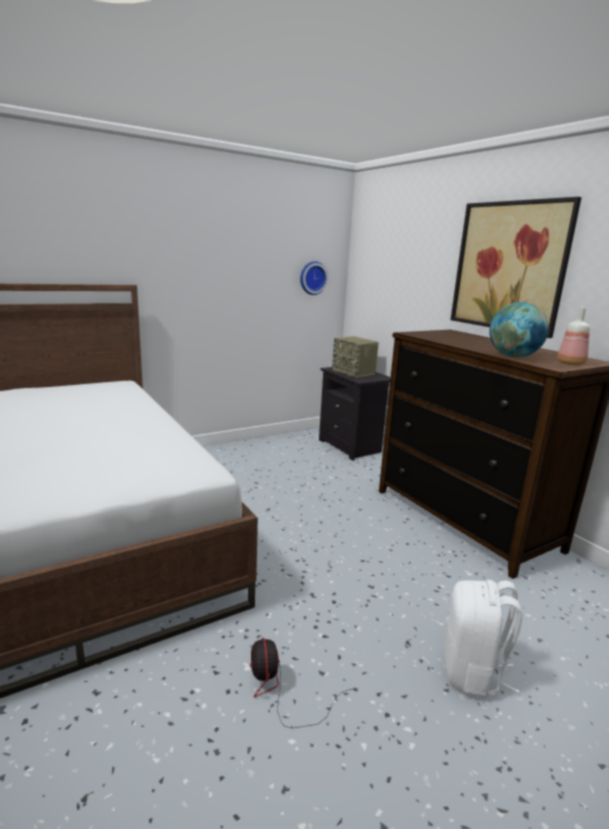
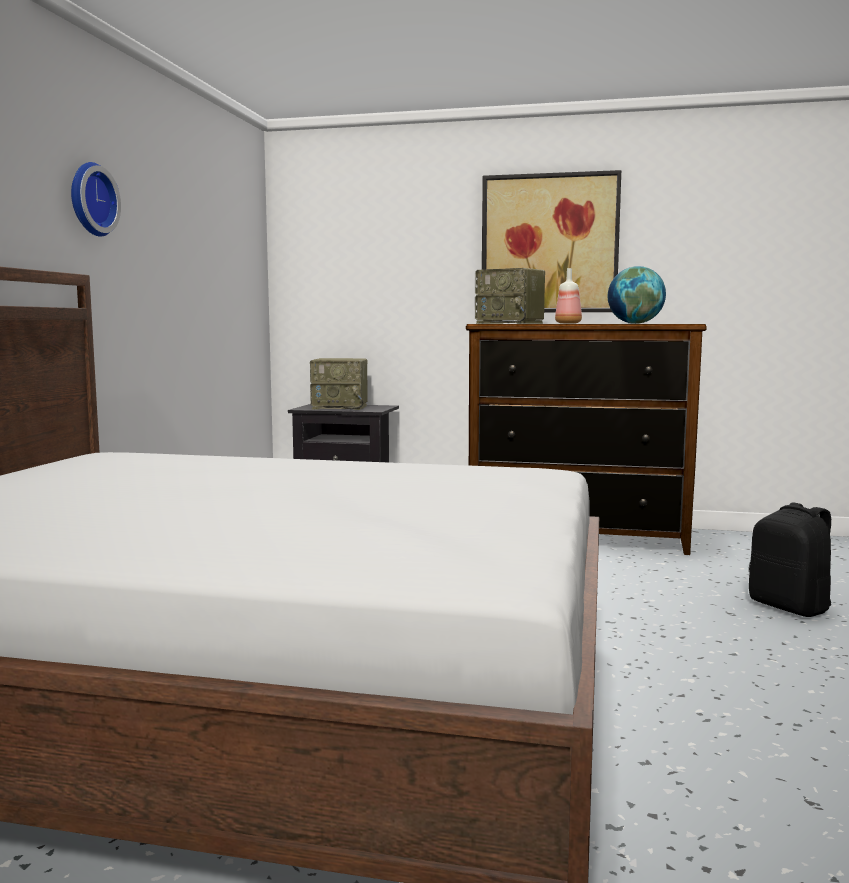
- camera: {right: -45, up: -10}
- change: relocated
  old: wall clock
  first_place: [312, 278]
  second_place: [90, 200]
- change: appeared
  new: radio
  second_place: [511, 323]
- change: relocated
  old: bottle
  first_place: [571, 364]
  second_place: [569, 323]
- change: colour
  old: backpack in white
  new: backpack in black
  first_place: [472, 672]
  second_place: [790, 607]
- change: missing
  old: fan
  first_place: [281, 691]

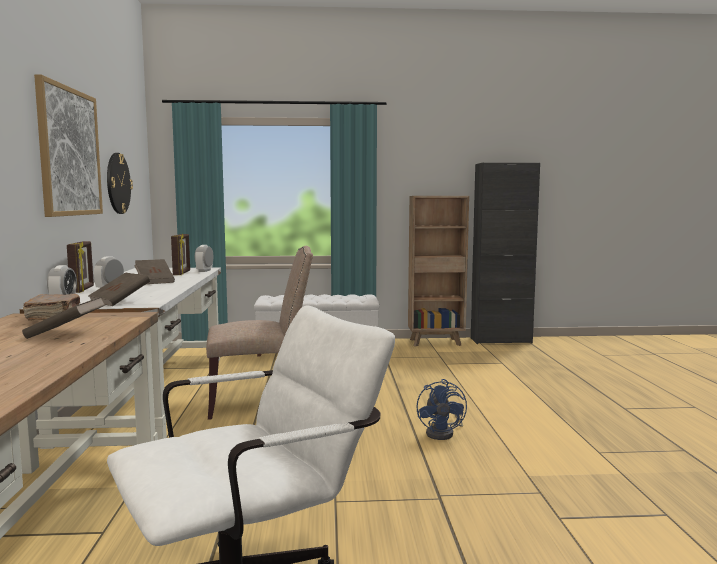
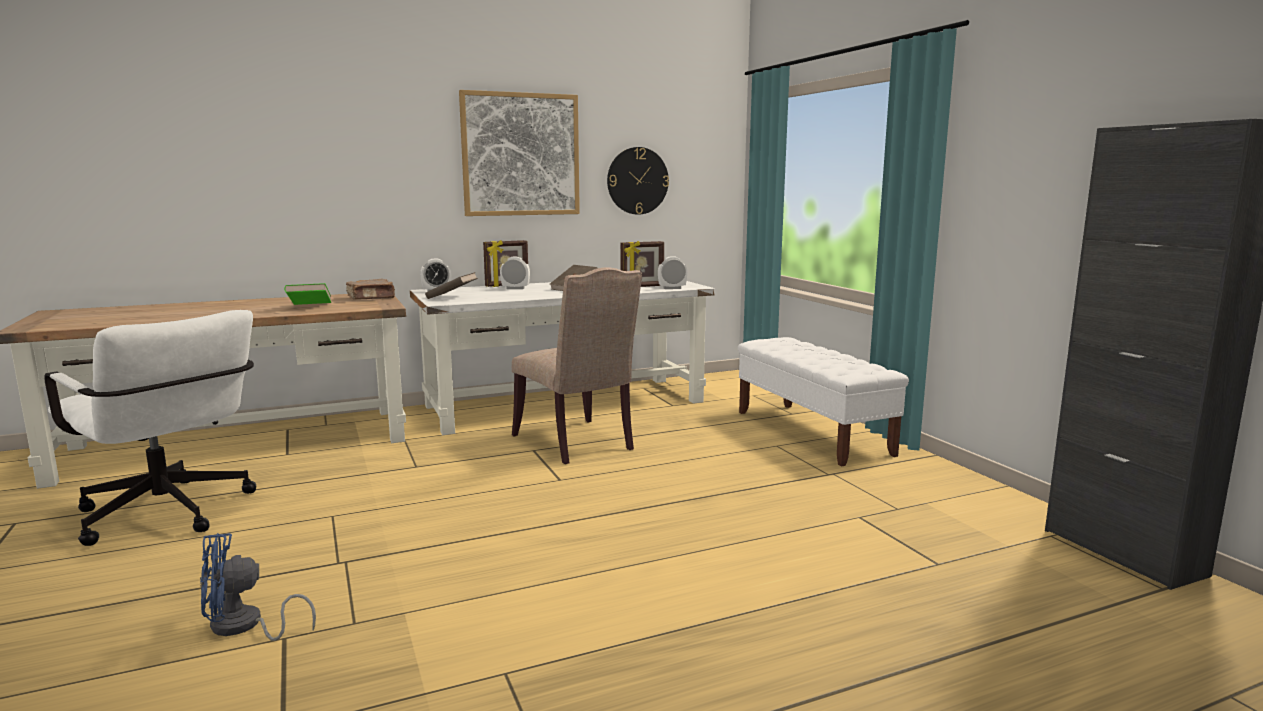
- camera: {right: 70, up: 5}
- change: relocated
  old: fan in blue
  first_place: [443, 433]
  second_place: [244, 627]
- change: colour
  old: book in brown
  new: book in green
  first_place: [66, 334]
  second_place: [309, 307]
- change: missing
  old: bookcase in brown
  first_place: [436, 342]

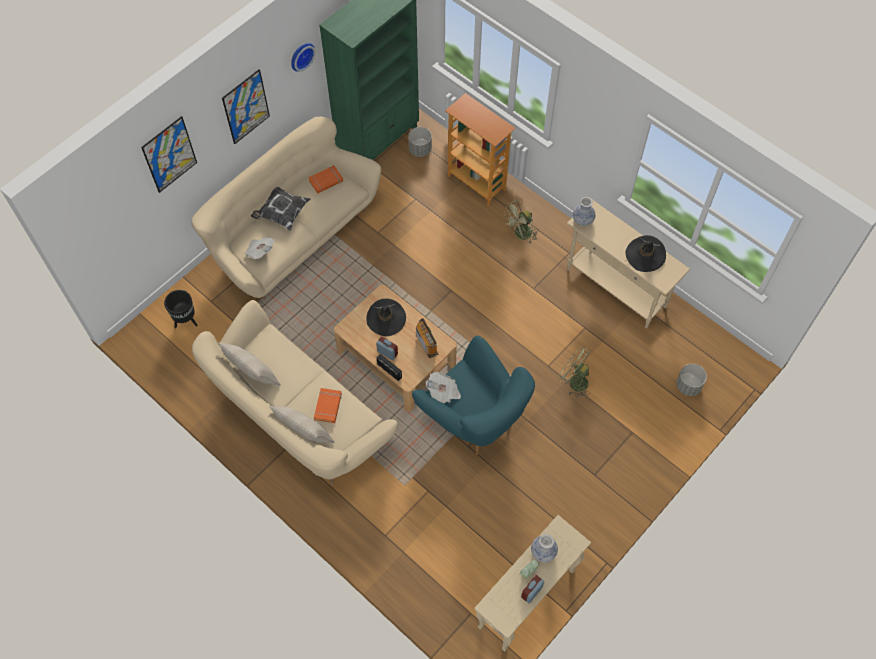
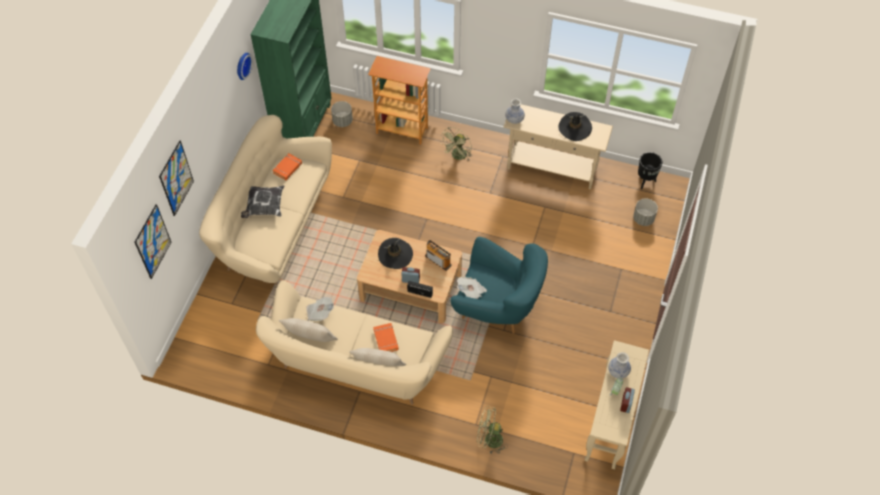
- camera: {right: -25, up: -5}
- change: relocated
  old: picture
  first_place: [246, 107]
  second_place: [153, 242]
- change: relocated
  old: newspaper
  first_place: [260, 251]
  second_place: [320, 313]
- change: relocated
  old: fan in green
  first_place: [574, 381]
  second_place: [489, 440]
- change: relocated
  old: planter in black
  first_place: [185, 321]
  second_place: [645, 181]

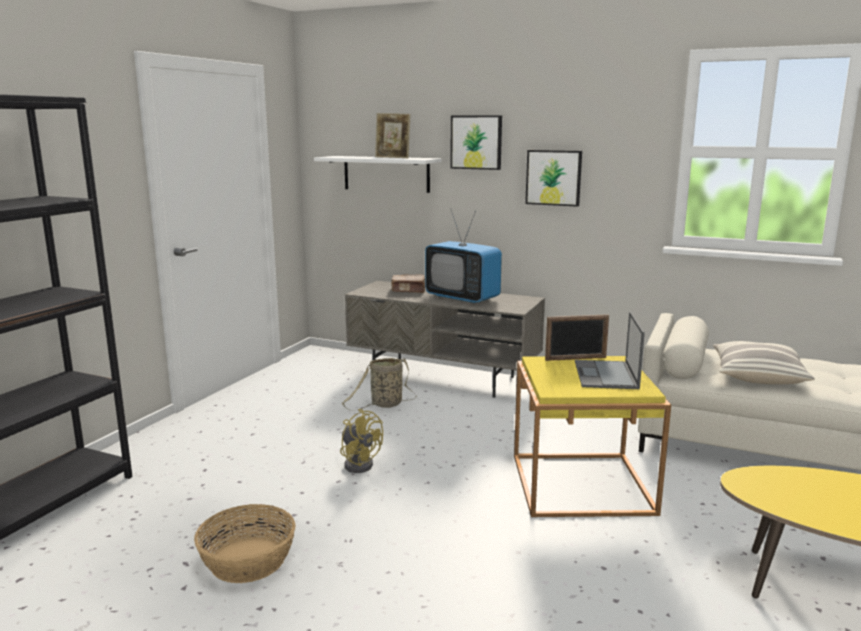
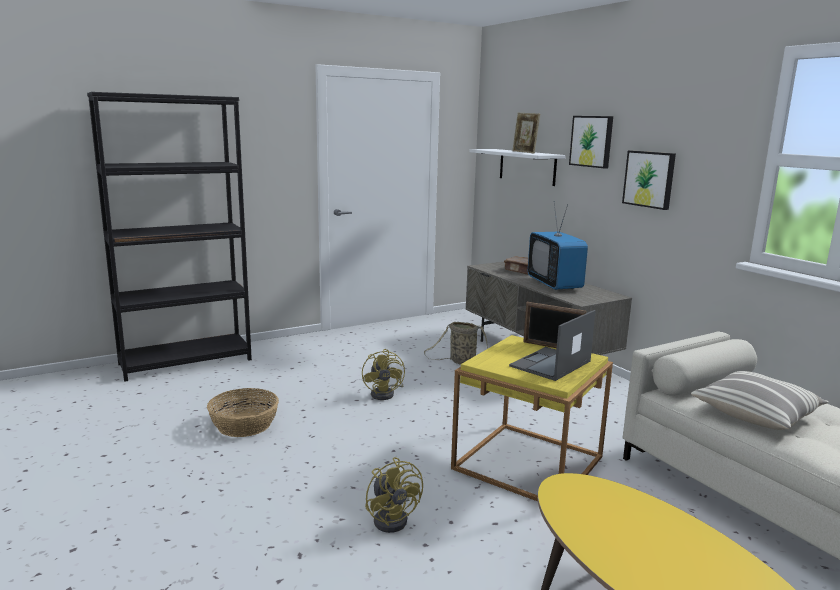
- camera: {right: 35, up: 0}
- change: appeared
  new: fan in yellow
  second_place: [393, 518]

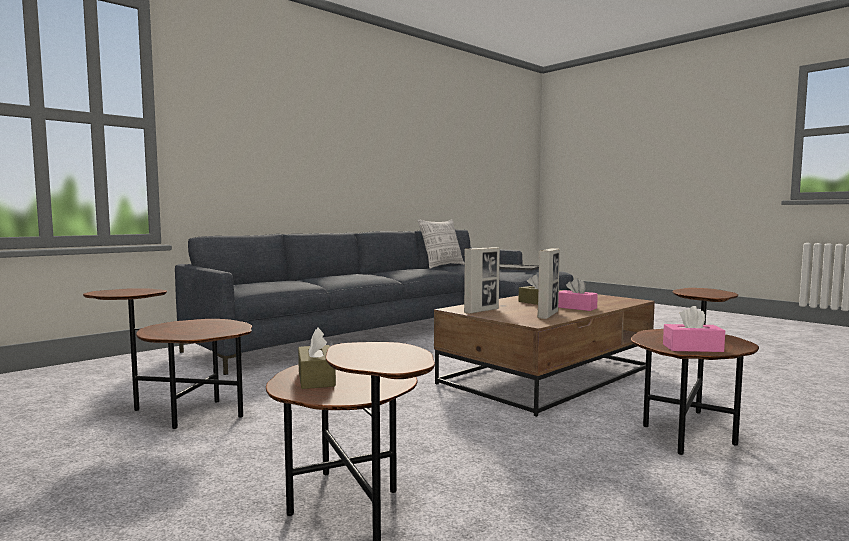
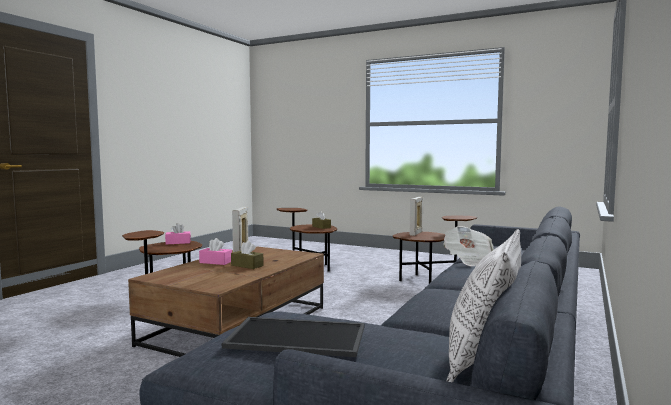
- camera: {right: 160, up: 0}
- change: relocated
  old: picture frame
  first_place: [481, 311]
  second_place: [416, 233]
- change: appeared
  new: newspaper
  second_place: [468, 260]

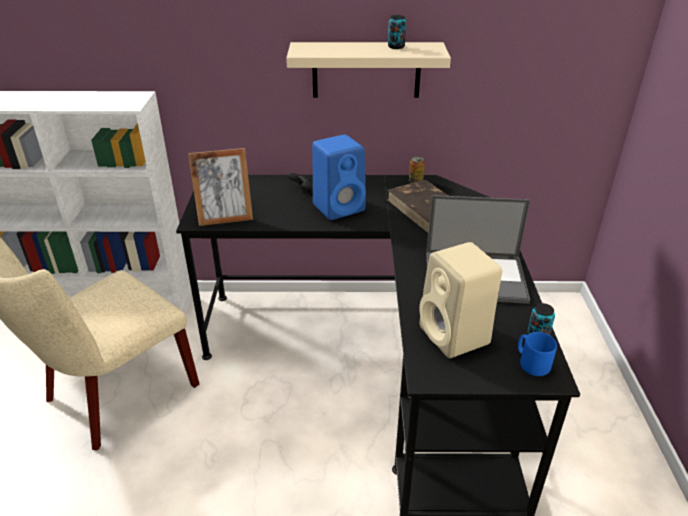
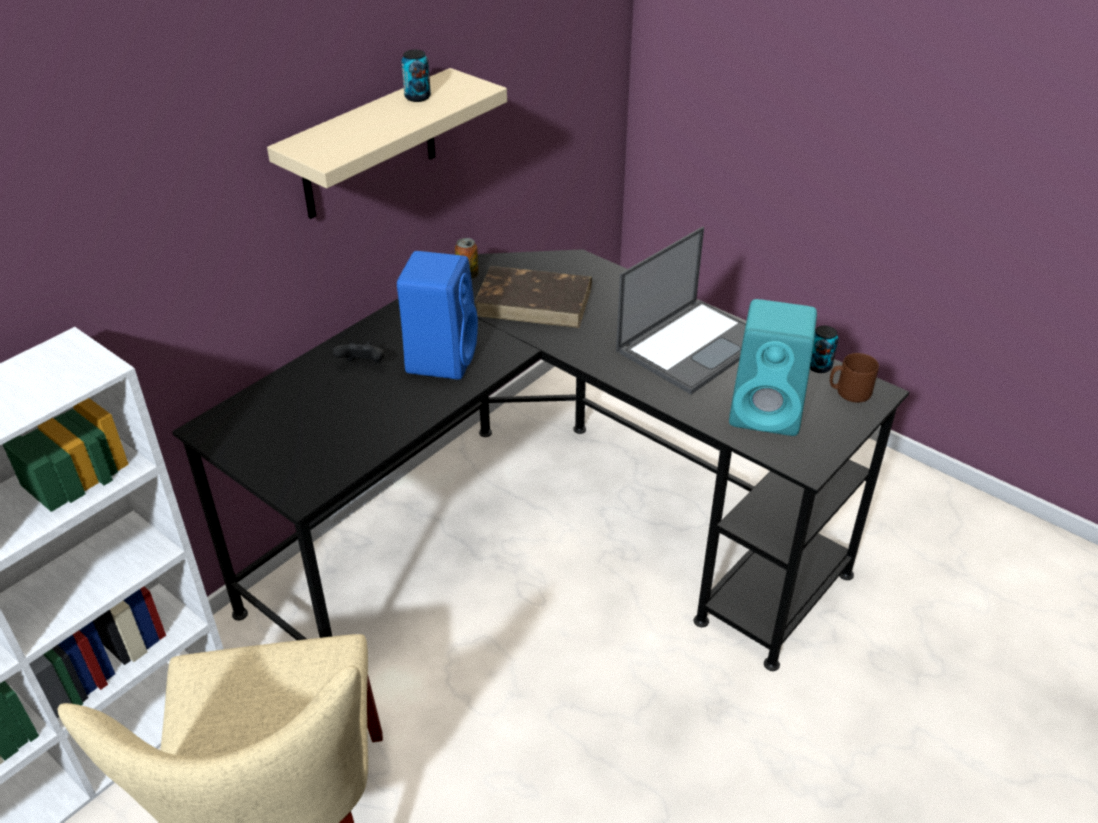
- camera: {right: -50, up: 5}
- change: colour
  old: speaker in beige
  new: speaker in turquoise
  first_place: [456, 336]
  second_place: [768, 413]
- change: colour
  old: mug in blue
  new: mug in brown
  first_place: [531, 363]
  second_place: [849, 392]
- change: missing
  old: picture frame
  first_place: [225, 219]

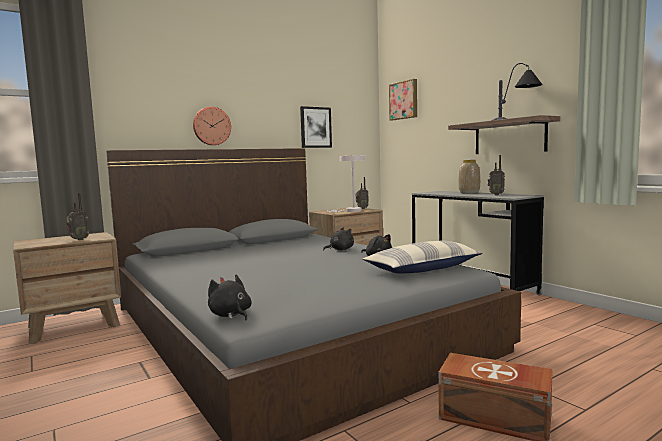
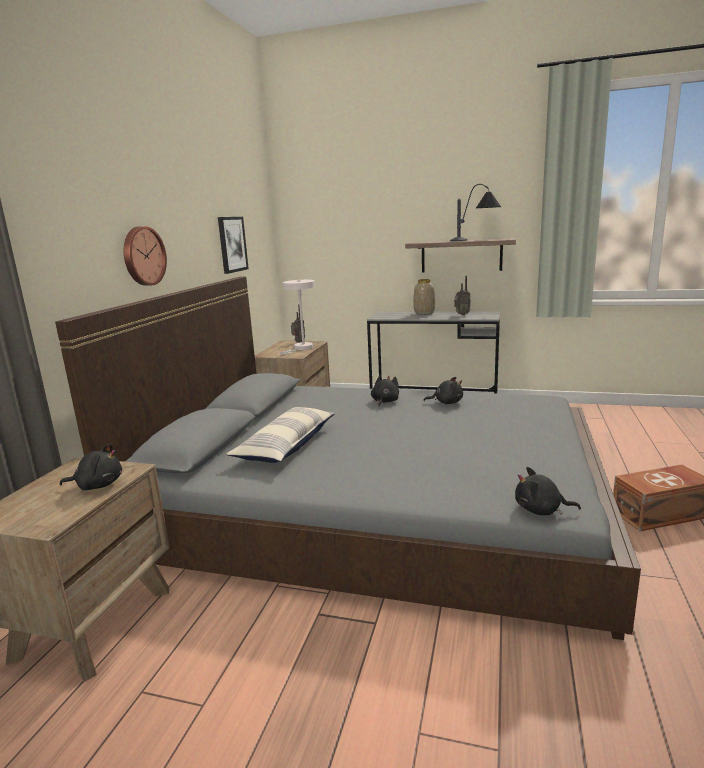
- camera: {right: -40, up: 10}
- change: exchanged
  old: radio
  new: plush toy in black
  first_place: [78, 240]
  second_place: [98, 485]
- change: relocated
  old: pillow
  first_place: [423, 269]
  second_place: [286, 445]
- change: missing
  old: picture
  first_place: [404, 100]

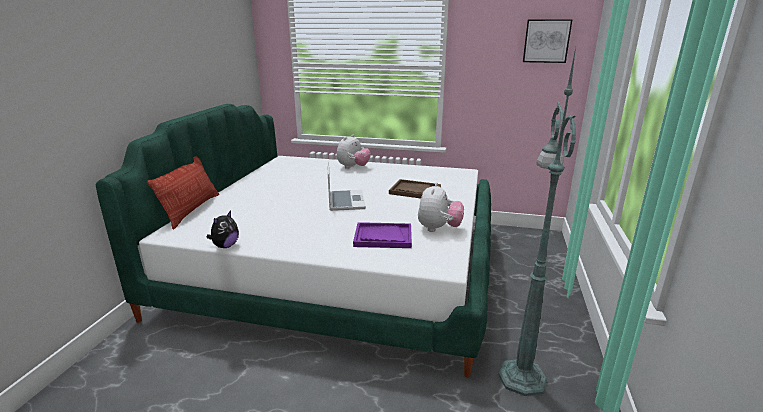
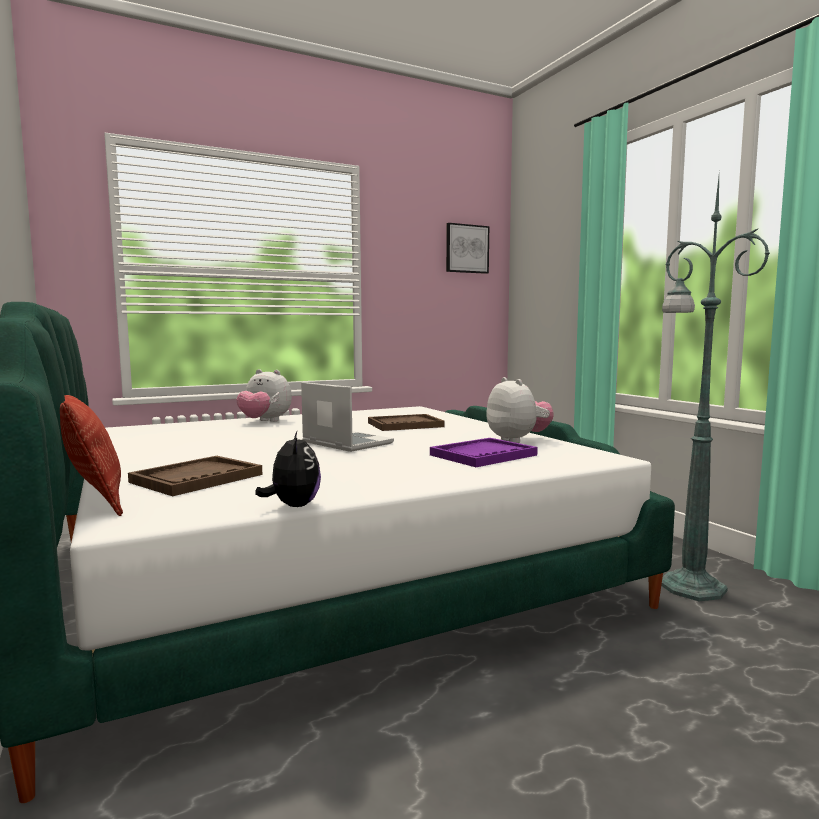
- camera: {right: -40, up: -15}
- change: appeared
  new: tray in brown
  second_place: [197, 478]
- change: spun
  old: plush toy
  first_place: [353, 167]
  second_place: [265, 421]
  degrees: 120

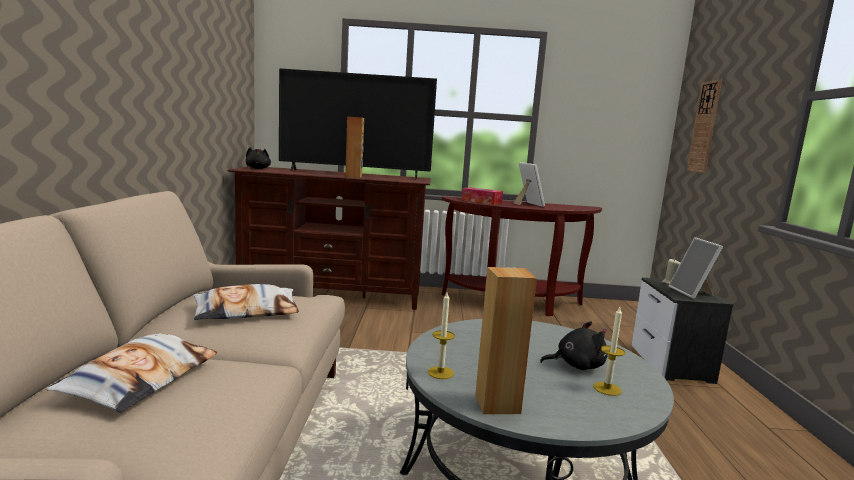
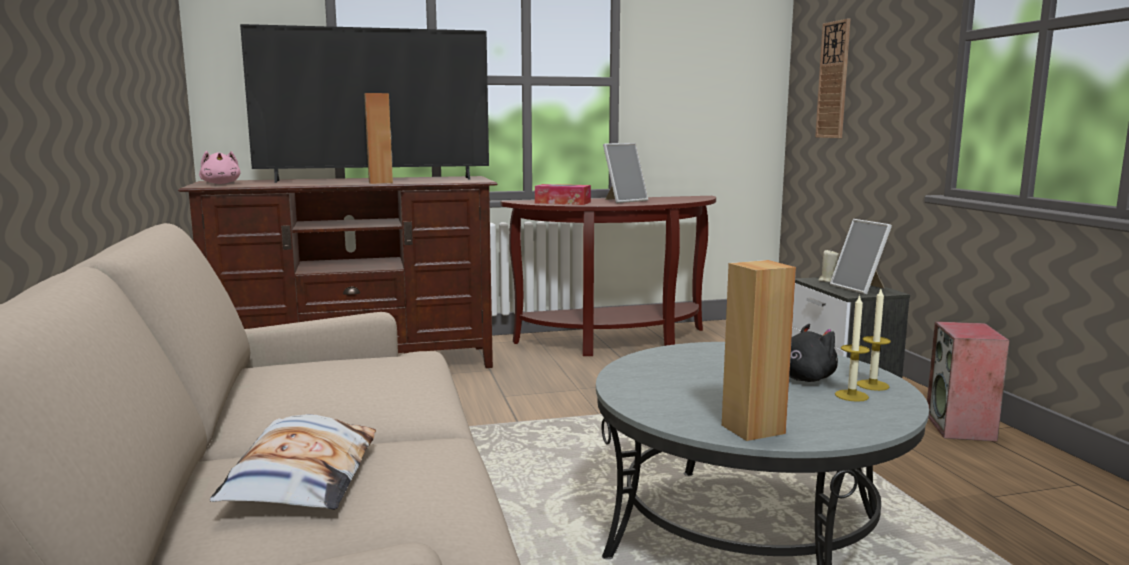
- camera: {right: -15, up: 0}
- change: colour
  old: plush toy in black
  new: plush toy in pink
  first_place: [258, 168]
  second_place: [221, 183]
- change: spun
  old: picture frame
  first_place: [527, 204]
  second_place: [623, 200]
  degrees: 90
- change: relocated
  old: candle
  first_place: [440, 372]
  second_place: [872, 385]
- change: appeared
  new: speaker
  second_place: [961, 428]
- change: missing
  old: pillow
  first_place: [247, 311]

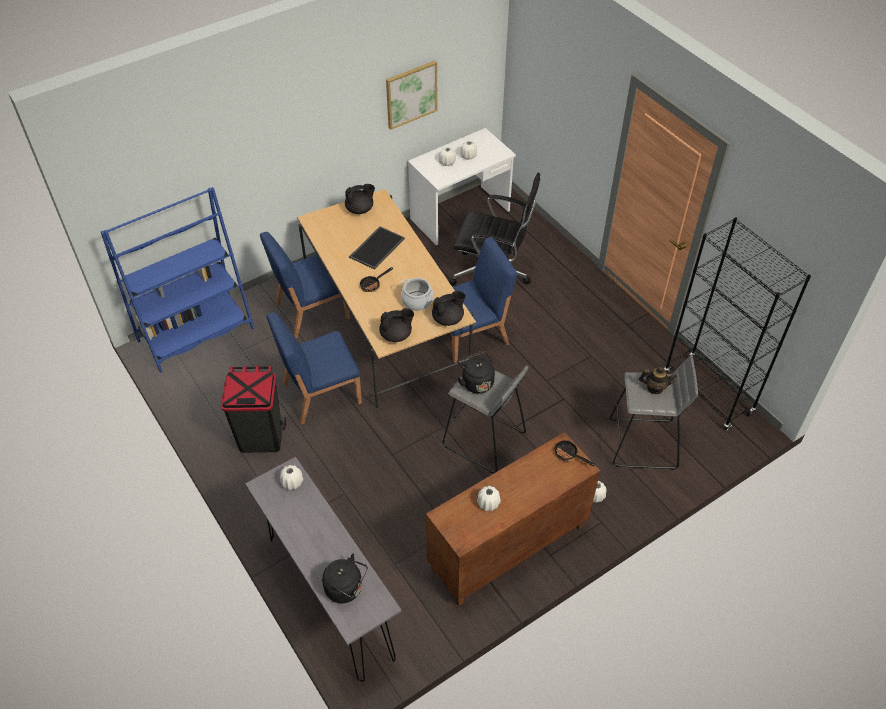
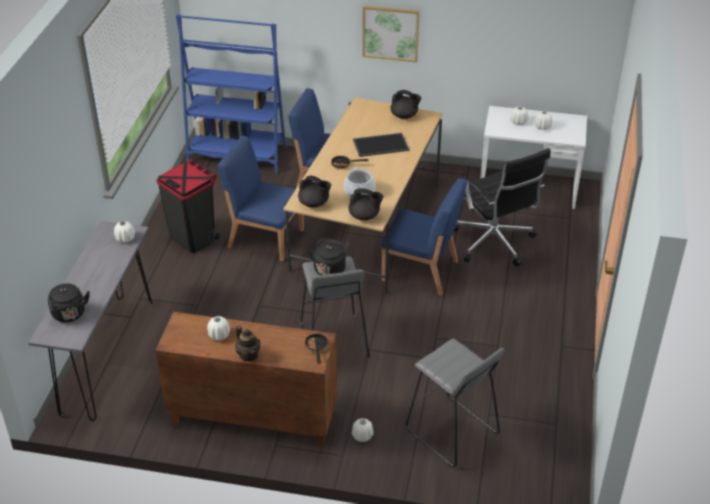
- camera: {right: 45, up: -10}
- change: relocated
  old: teapot
  first_place: [655, 388]
  second_place: [248, 355]
- change: relocated
  old: picture
  first_place: [411, 94]
  second_place: [390, 33]
- change: missing
  old: bookcase in black
  first_place: [707, 393]

